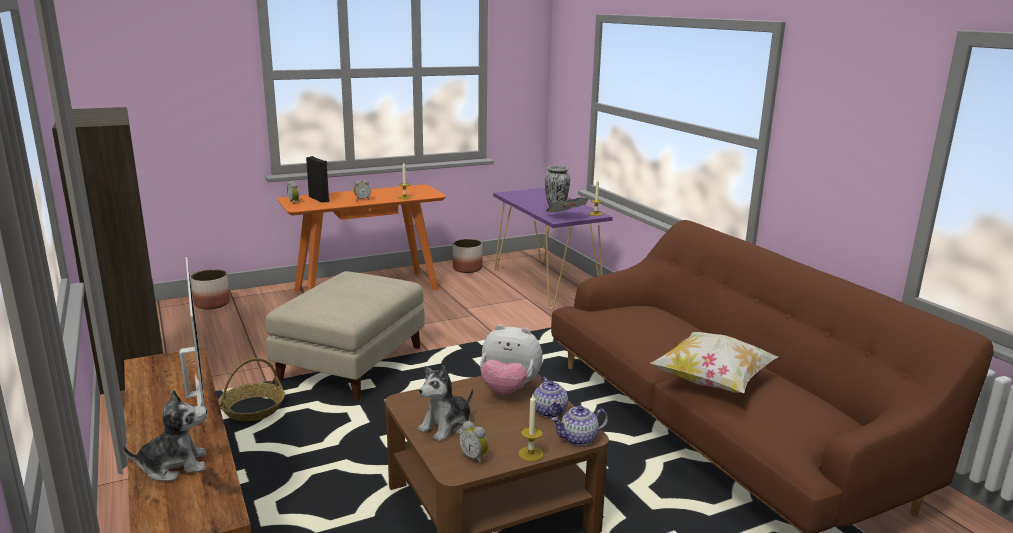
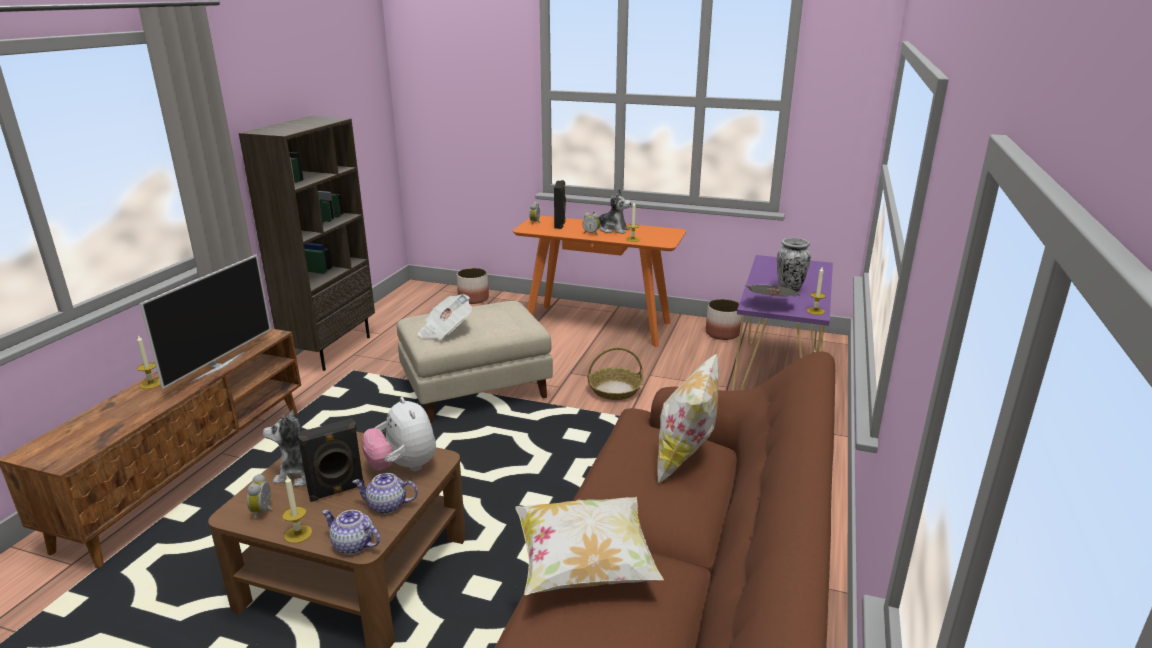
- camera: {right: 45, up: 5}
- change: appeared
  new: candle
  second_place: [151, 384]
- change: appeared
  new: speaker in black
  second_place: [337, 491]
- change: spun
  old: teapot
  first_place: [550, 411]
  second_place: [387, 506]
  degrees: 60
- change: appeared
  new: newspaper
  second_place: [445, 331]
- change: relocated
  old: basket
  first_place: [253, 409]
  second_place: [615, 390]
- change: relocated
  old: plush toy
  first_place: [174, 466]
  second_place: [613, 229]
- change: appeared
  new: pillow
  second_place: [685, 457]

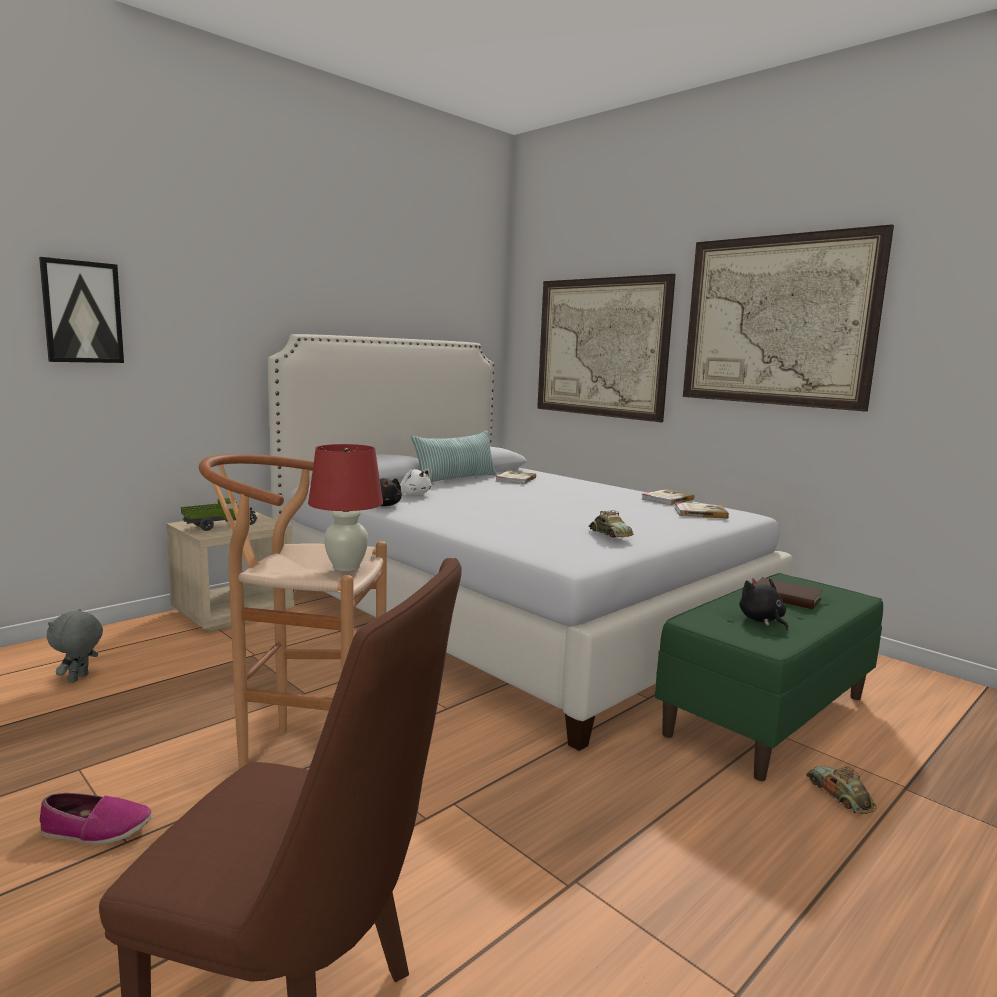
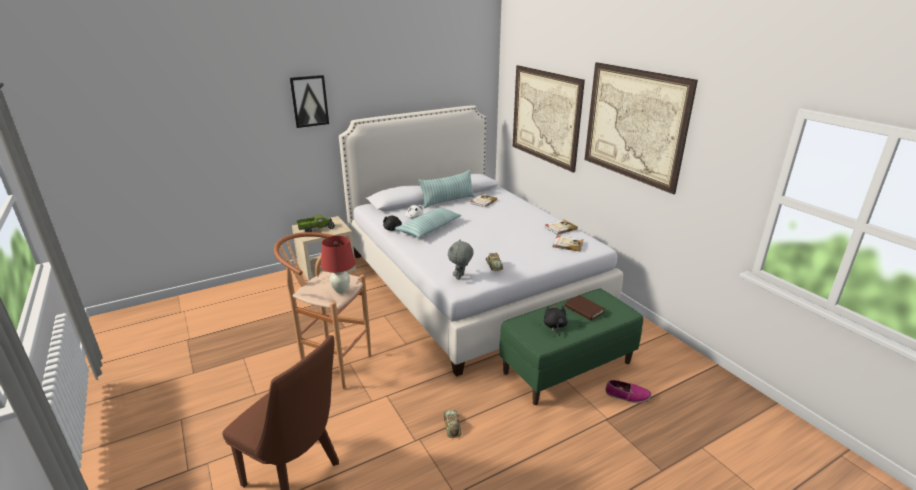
- camera: {right: 15, up: 15}
- change: relocated
  old: picture
  first_place: [82, 312]
  second_place: [309, 101]
- change: appeared
  new: pillow
  second_place: [429, 228]
- change: relocated
  old: toy car
  first_place: [839, 795]
  second_place: [452, 426]
- change: relocated
  old: plush toy in grey
  first_place: [79, 679]
  second_place: [460, 277]
- change: relocated
  old: shoe
  first_place: [96, 830]
  second_place: [627, 395]

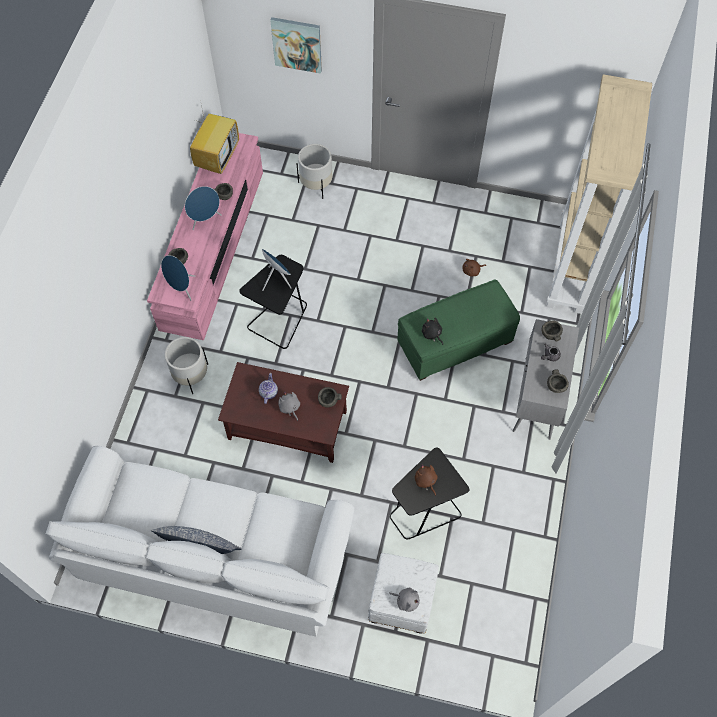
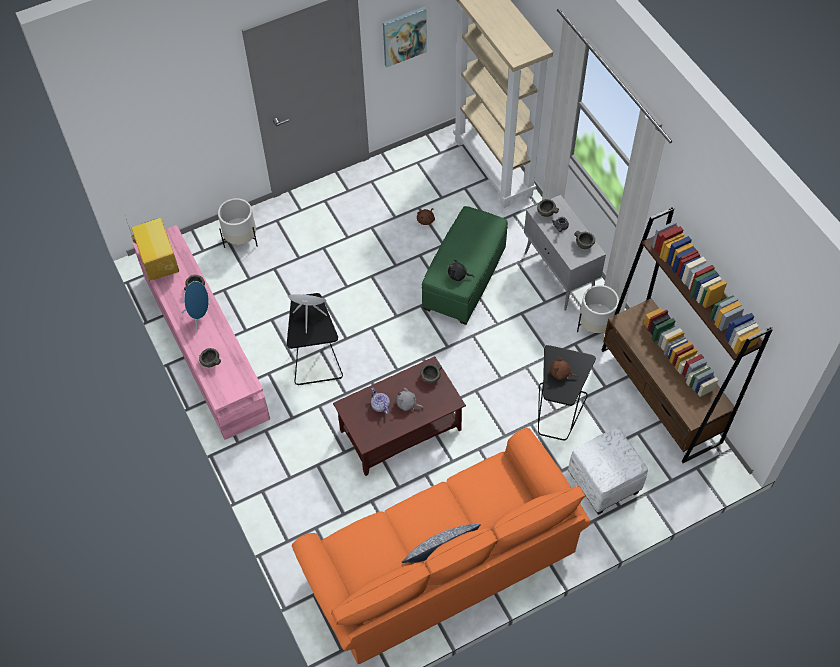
- camera: {right: -40, up: -5}
- change: colour
  old: sofa in white
  new: sofa in orange
  first_place: [214, 555]
  second_place: [440, 564]
- change: relocated
  old: picture
  first_place: [297, 44]
  second_place: [404, 36]
- change: relocated
  old: planter in white
  first_place: [191, 375]
  second_place: [595, 326]
- change: appeared
  new: bookcase in brown
  second_place: [660, 396]
- change: missing
  old: speaker in blue
  first_place: [181, 288]
- change: missing
  old: plush toy in grey
  first_place: [406, 600]

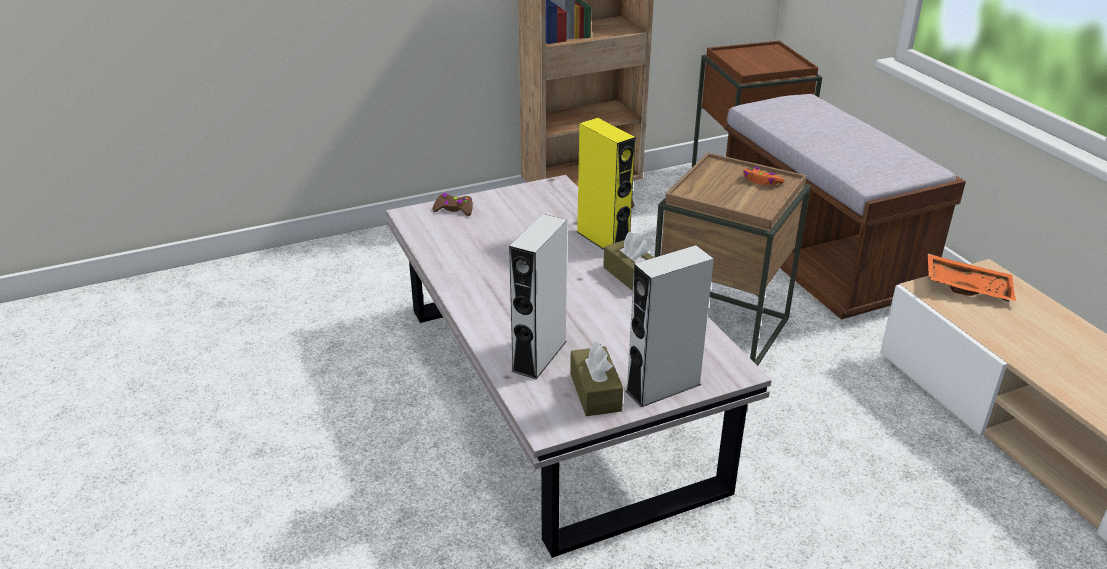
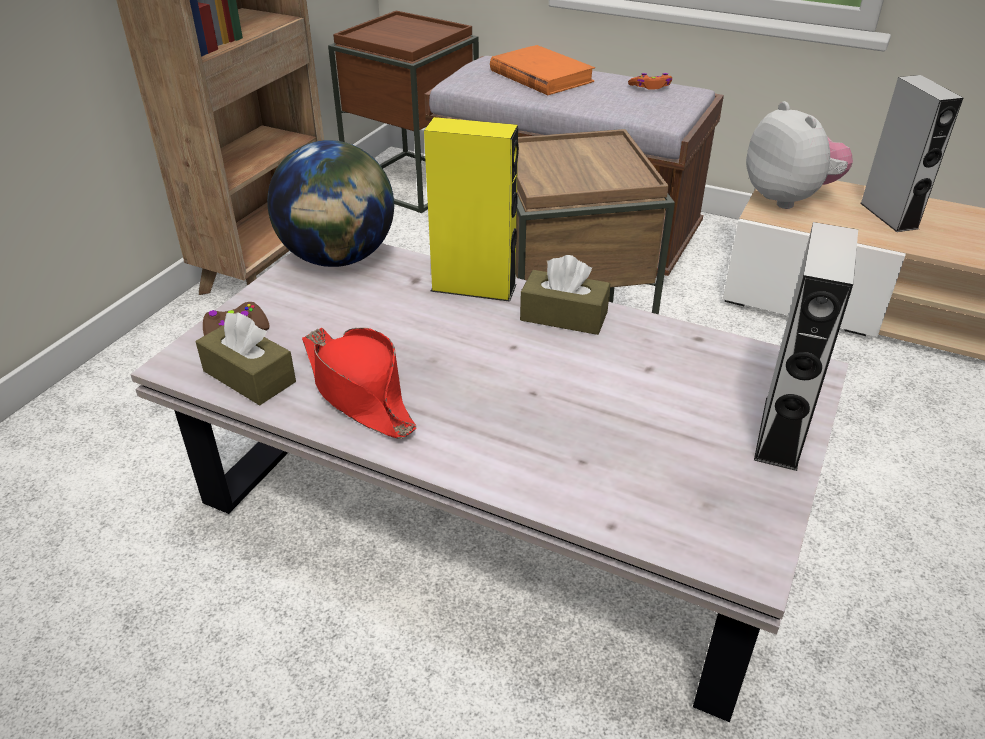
- camera: {right: -40, up: 5}
- change: relocated
  old: tissue box in brown
  first_place: [595, 392]
  second_place: [249, 376]
- change: appeared
  new: globe
  second_place: [339, 258]
- change: appeared
  new: hat in red
  second_place: [358, 392]
- change: appeared
  new: book in orange
  second_place: [541, 76]
- change: relocated
  old: game controller in orange
  first_place: [761, 181]
  second_place: [651, 87]
- change: exchanged
  old: tray in orange
  new: plush toy
  first_place: [967, 287]
  second_place: [788, 198]
- change: relocated
  old: speaker in grey
  first_place: [539, 356]
  second_place: [888, 215]

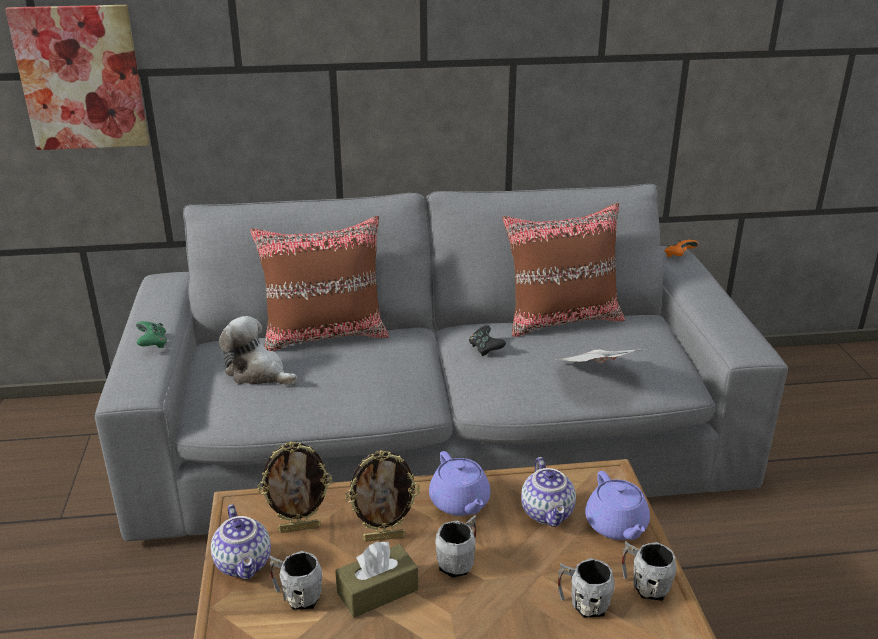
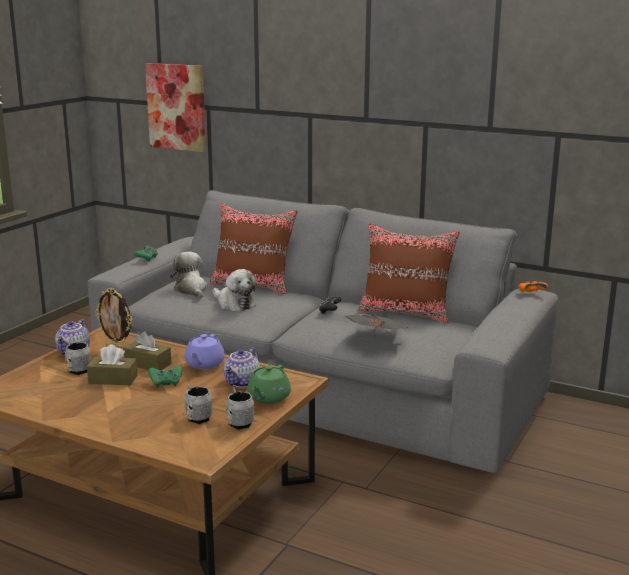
- camera: {right: 35, up: -10}
- change: exchanged
  old: picture frame
  new: tissue box in brown
  first_place: [384, 537]
  second_place: [148, 364]
- change: exchanged
  old: mug in grey
  new: game controller in green
  first_place: [459, 562]
  second_place: [166, 383]
- change: appeared
  new: plush toy
  second_place: [234, 304]
- change: colour
  old: teapot in purple
  new: teapot in green
  first_place: [616, 526]
  second_place: [268, 398]

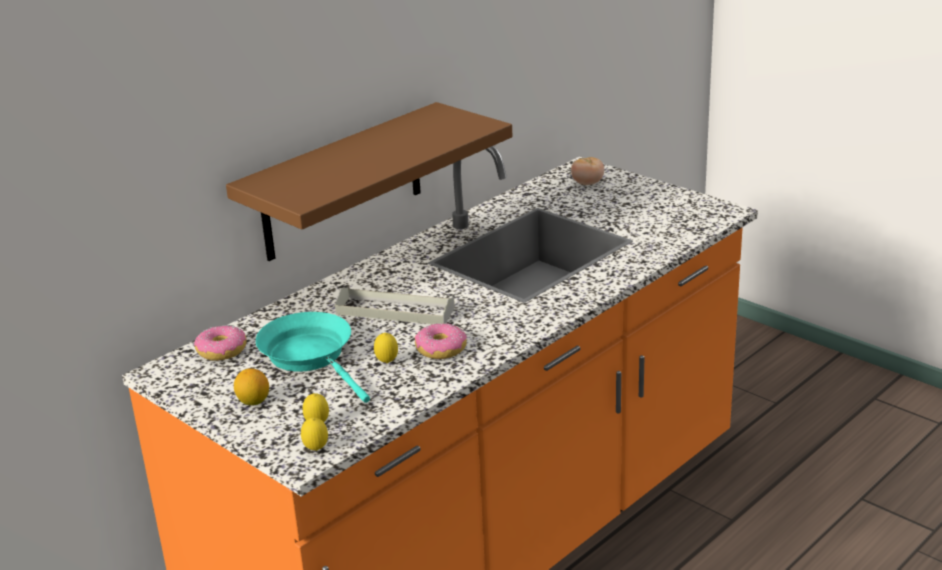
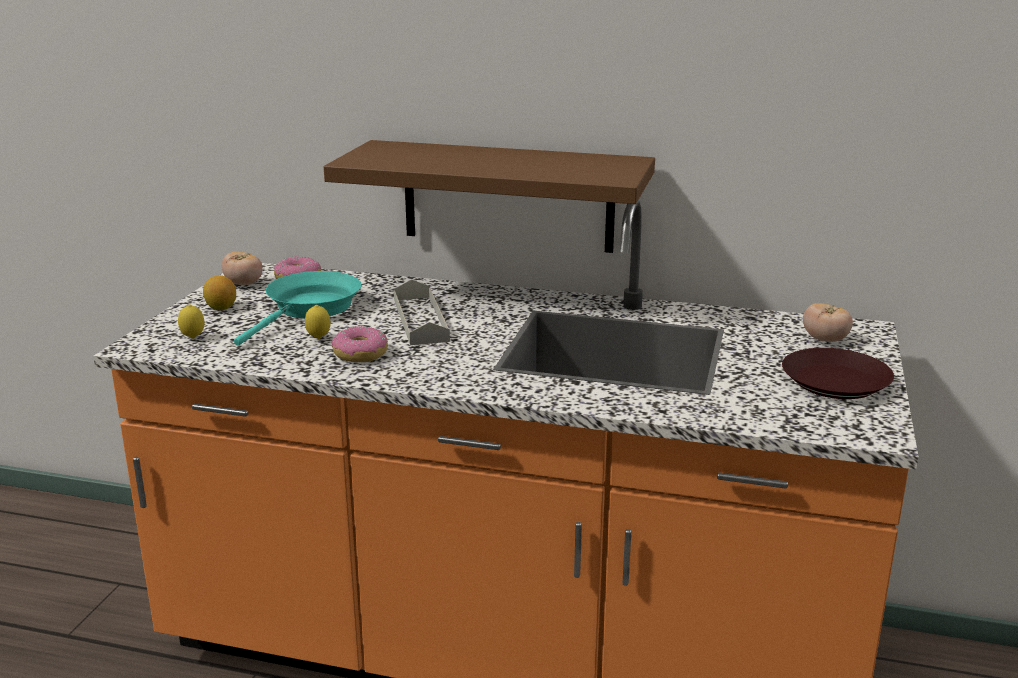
- camera: {right: 60, up: -5}
- change: appeared
  new: tomato
  second_place: [243, 284]
- change: appeared
  new: plate in brown
  second_place: [836, 382]
- change: missing
  old: lemon
  first_place: [316, 450]

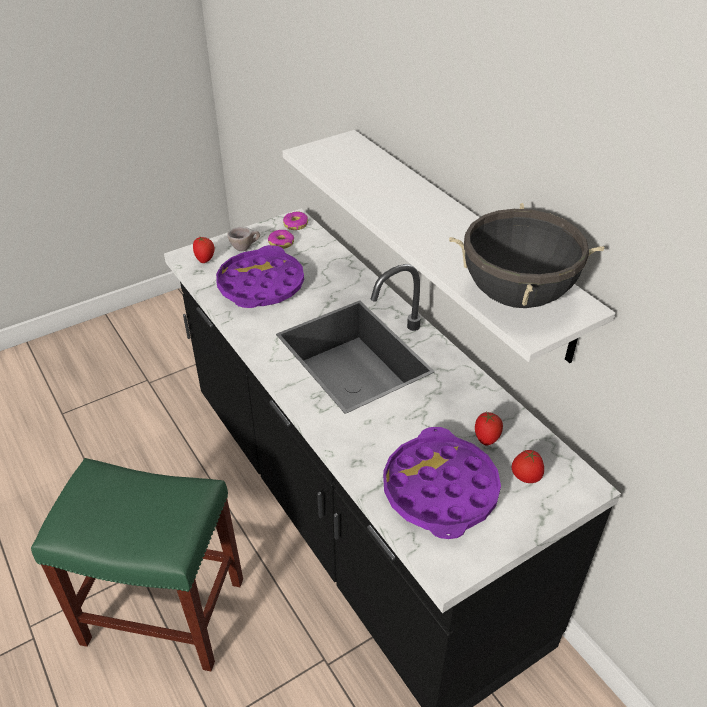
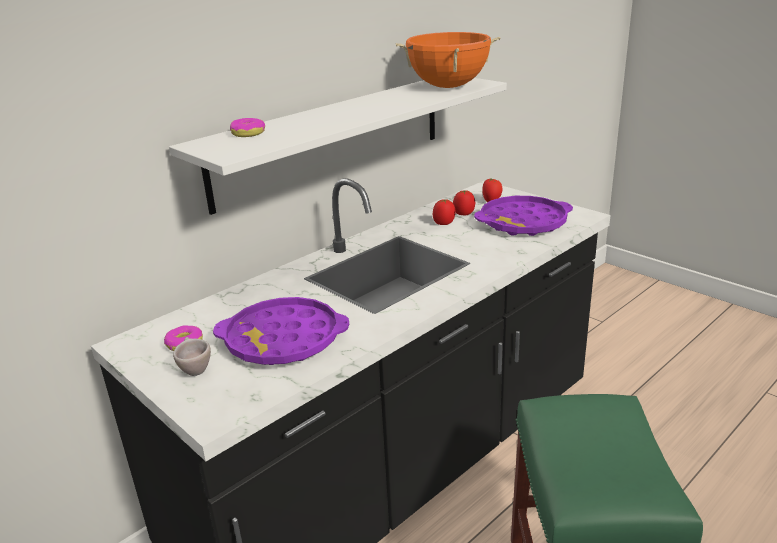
- camera: {right: -100, up: -15}
- change: relocated
  old: donut
  first_place: [295, 224]
  second_place: [248, 133]
- change: colour
  old: cooking pot in black
  new: cooking pot in orange
  first_place: [516, 296]
  second_place: [448, 87]
- change: relocated
  old: tomato
  first_place: [205, 260]
  second_place: [444, 223]

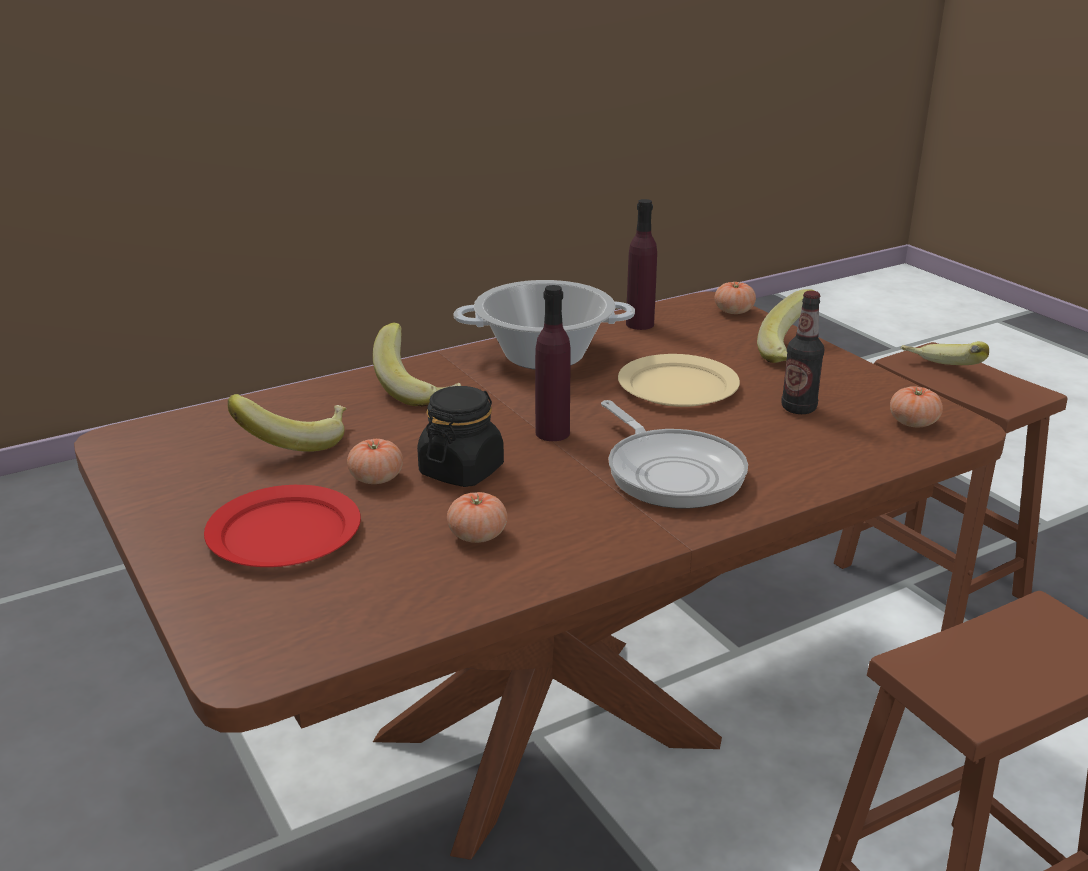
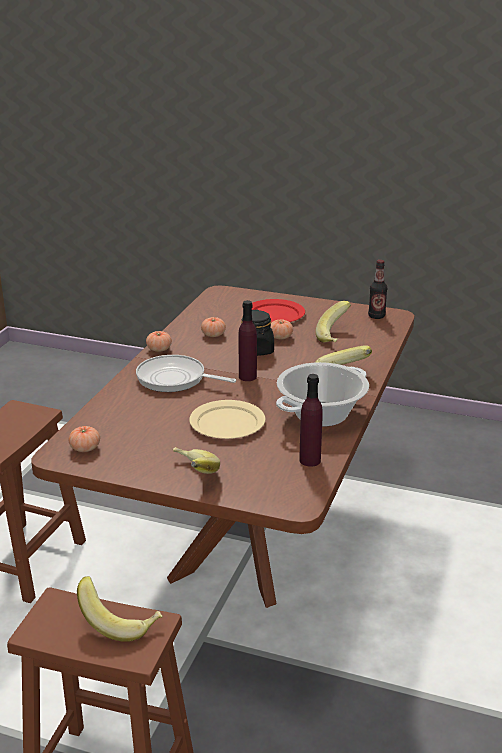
- camera: {right: 140, up: 0}
- change: relocated
  old: tomato
  first_place: [734, 311]
  second_place: [159, 349]
- change: relocated
  old: bottle
  first_place: [798, 408]
  second_place: [376, 316]

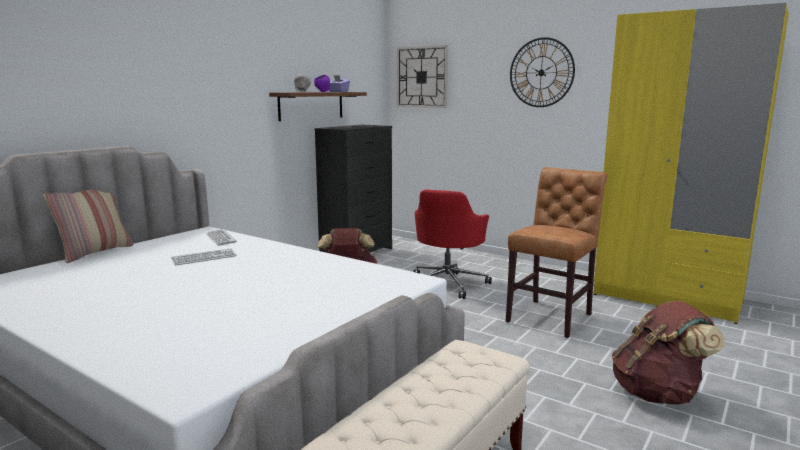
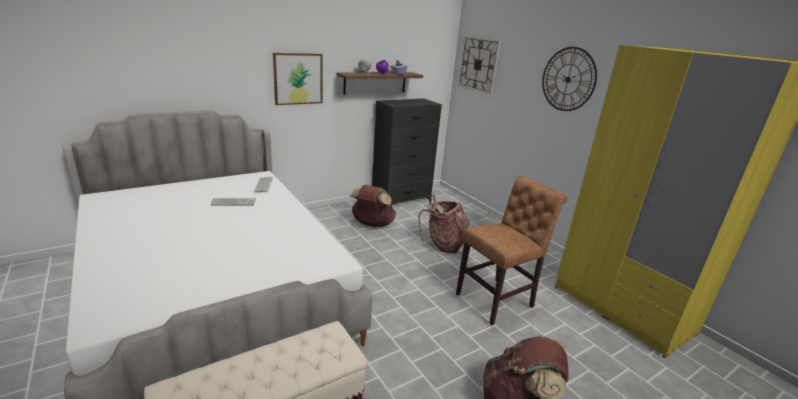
- camera: {right: 20, up: 10}
- change: appeared
  new: picture
  second_place: [298, 78]
- change: exchanged
  old: office chair in red
  new: backpack
  first_place: [448, 283]
  second_place: [443, 244]
- change: missing
  old: pillow
  first_place: [95, 252]

